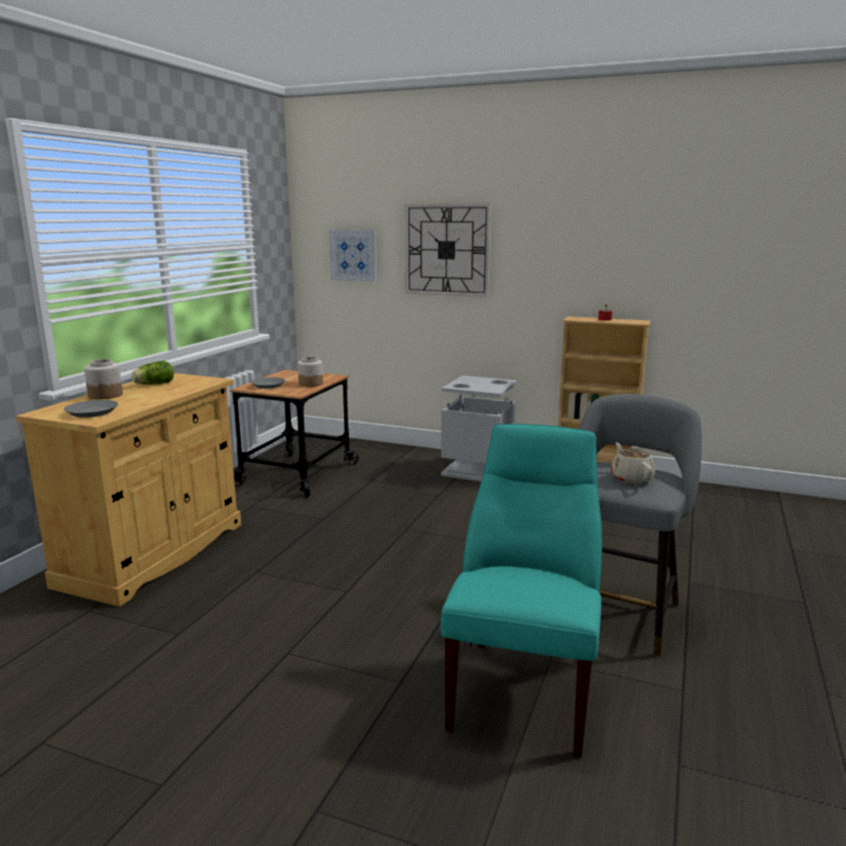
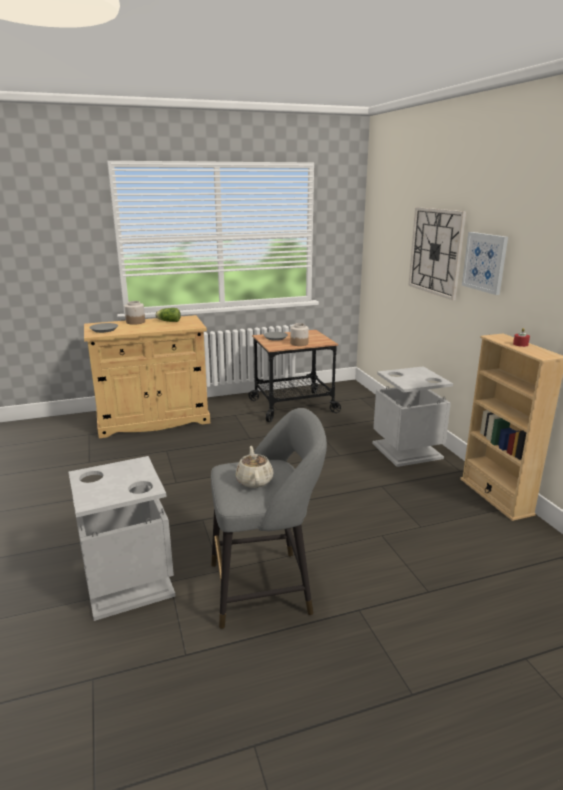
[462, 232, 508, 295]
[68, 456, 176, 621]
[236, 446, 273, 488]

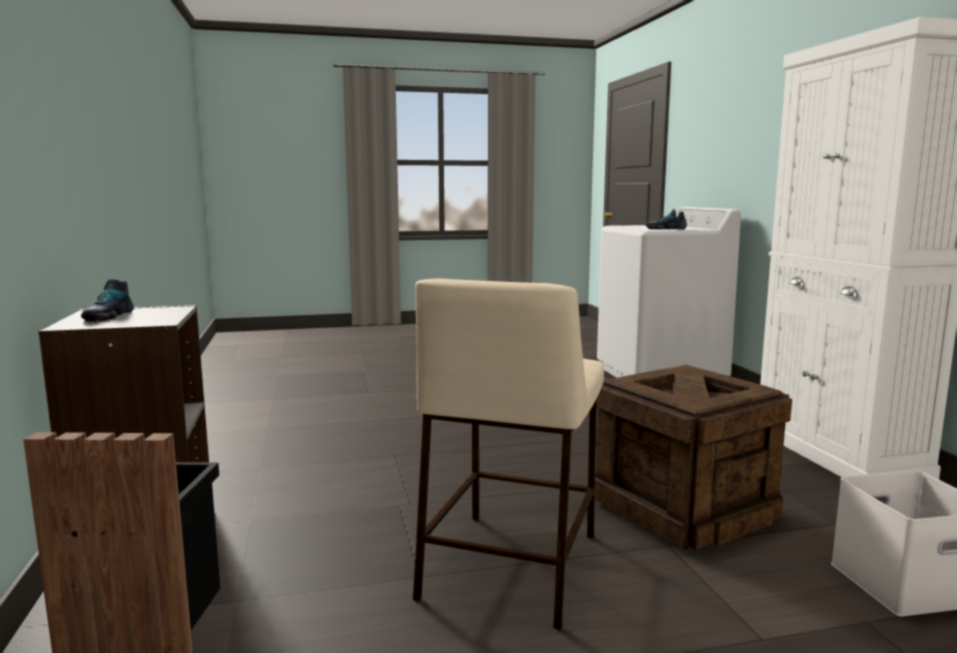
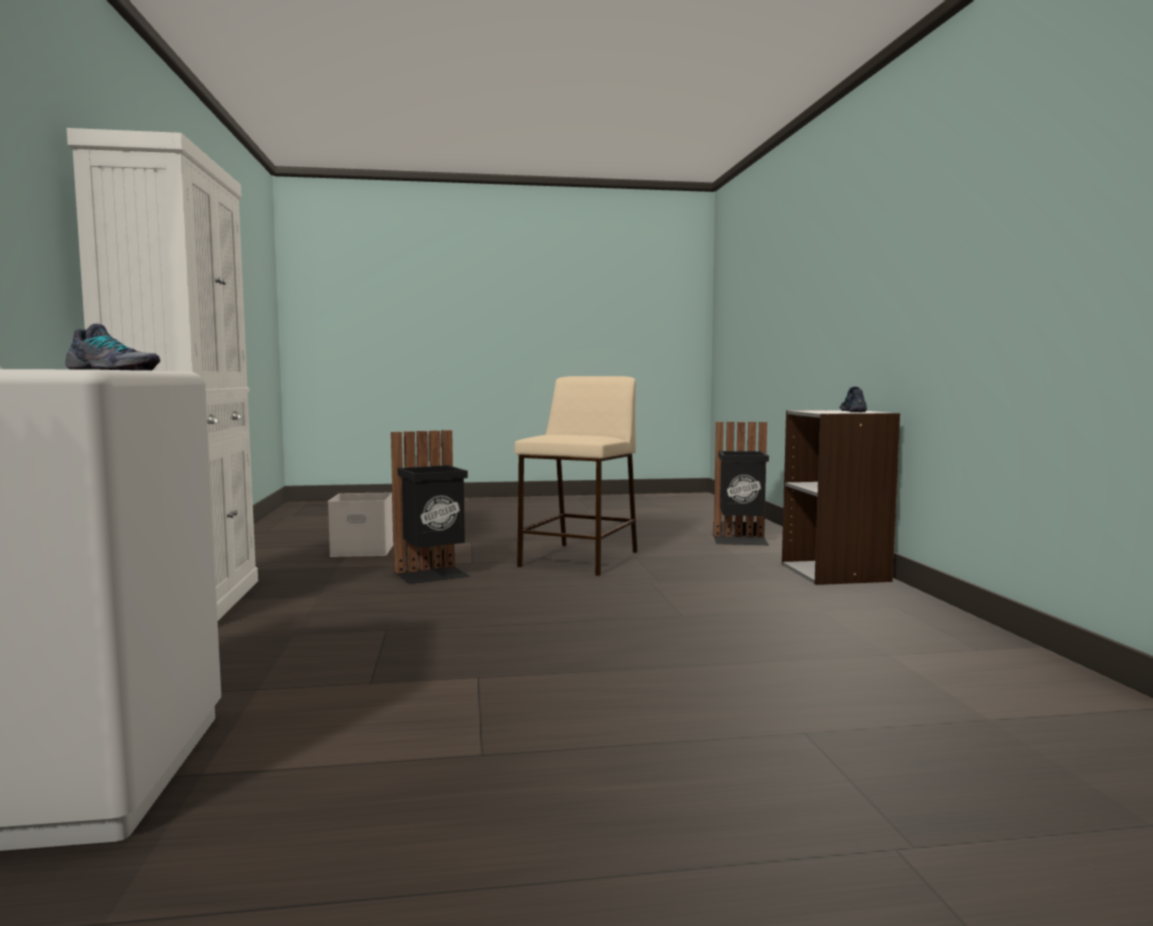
[391, 430, 470, 584]

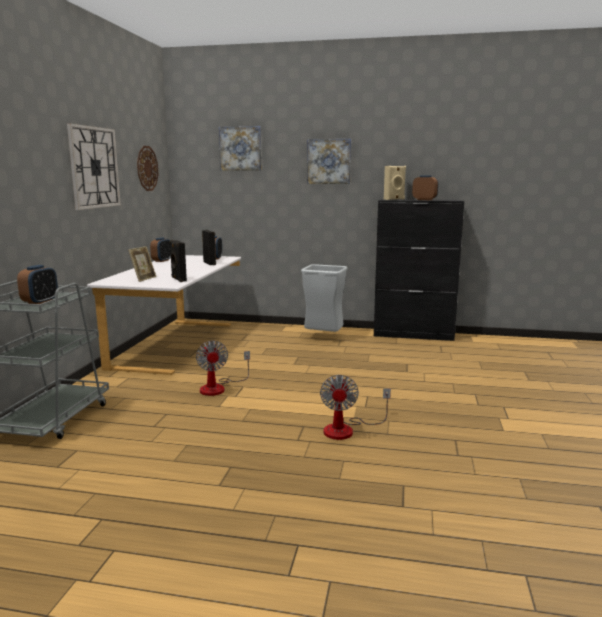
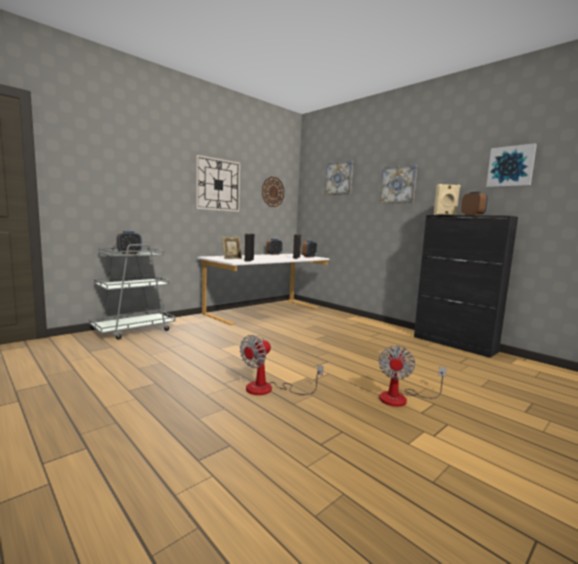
[301, 264, 347, 332] (first image)
[486, 143, 537, 187]
[378, 345, 447, 407]

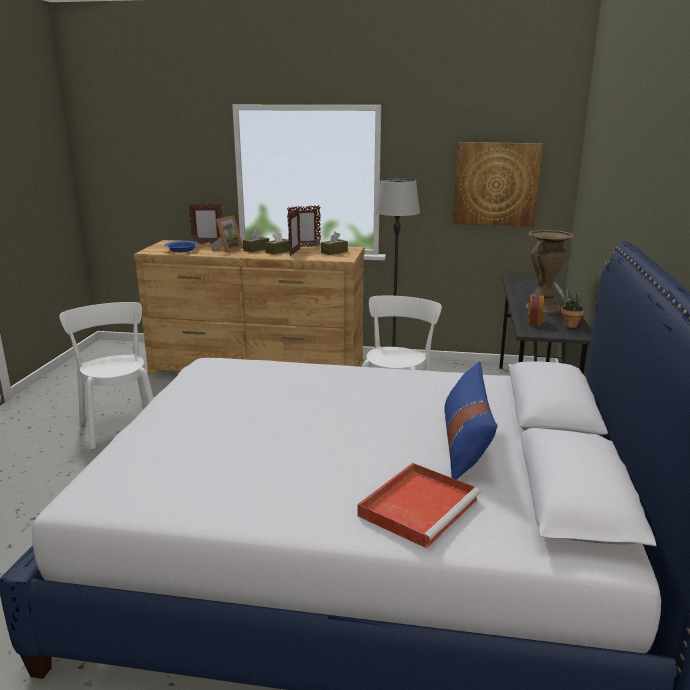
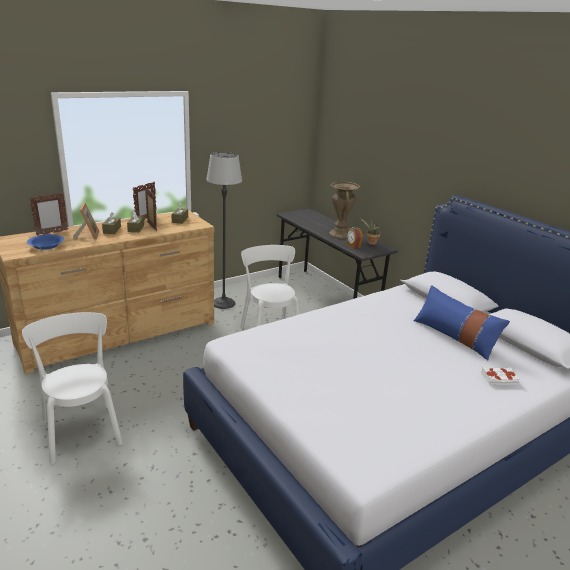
[453, 142, 543, 227] (first image)
[481, 368, 520, 385]
[22, 312, 123, 464]

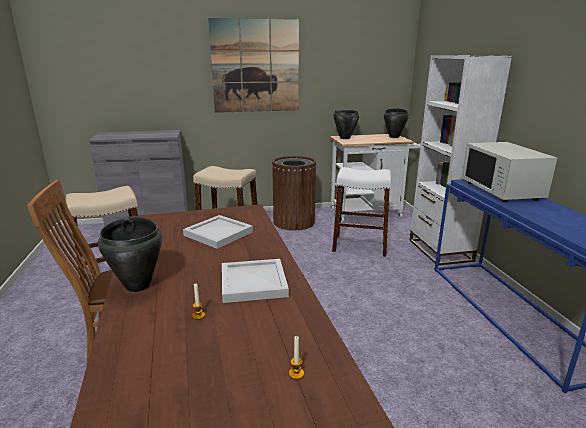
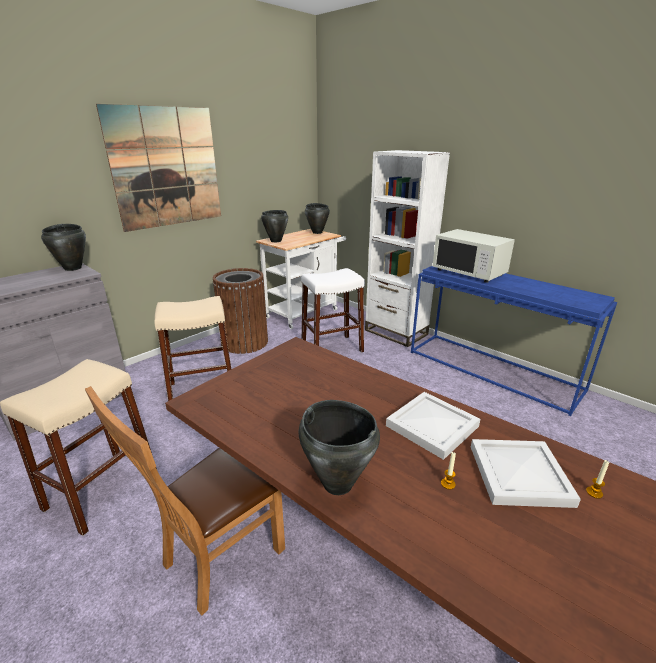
[41, 224, 86, 271]
[471, 439, 581, 508]

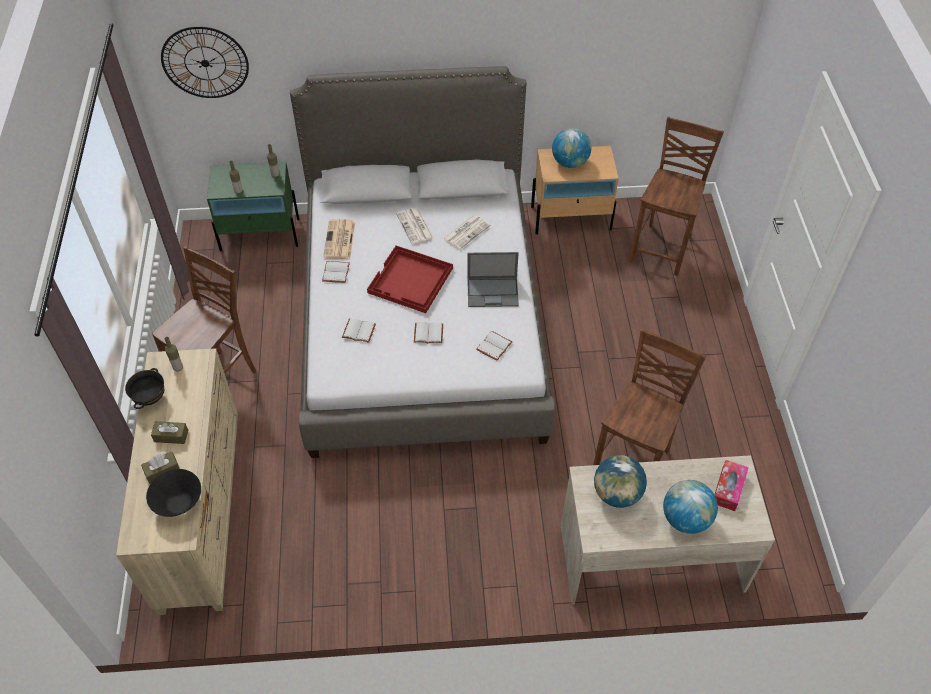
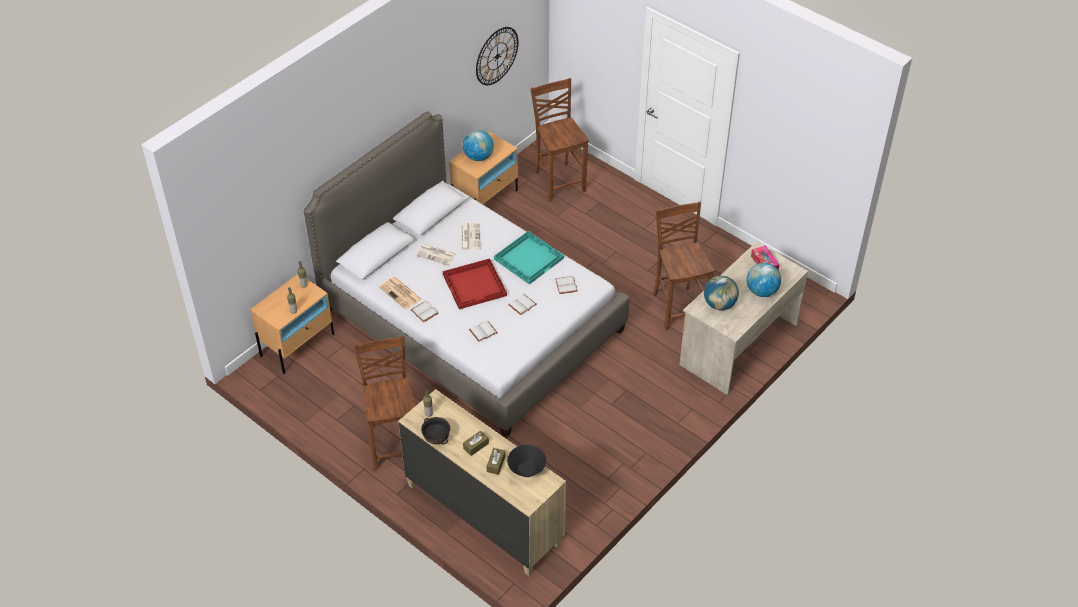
[476, 27, 519, 85]
[494, 231, 564, 285]
[250, 274, 334, 374]

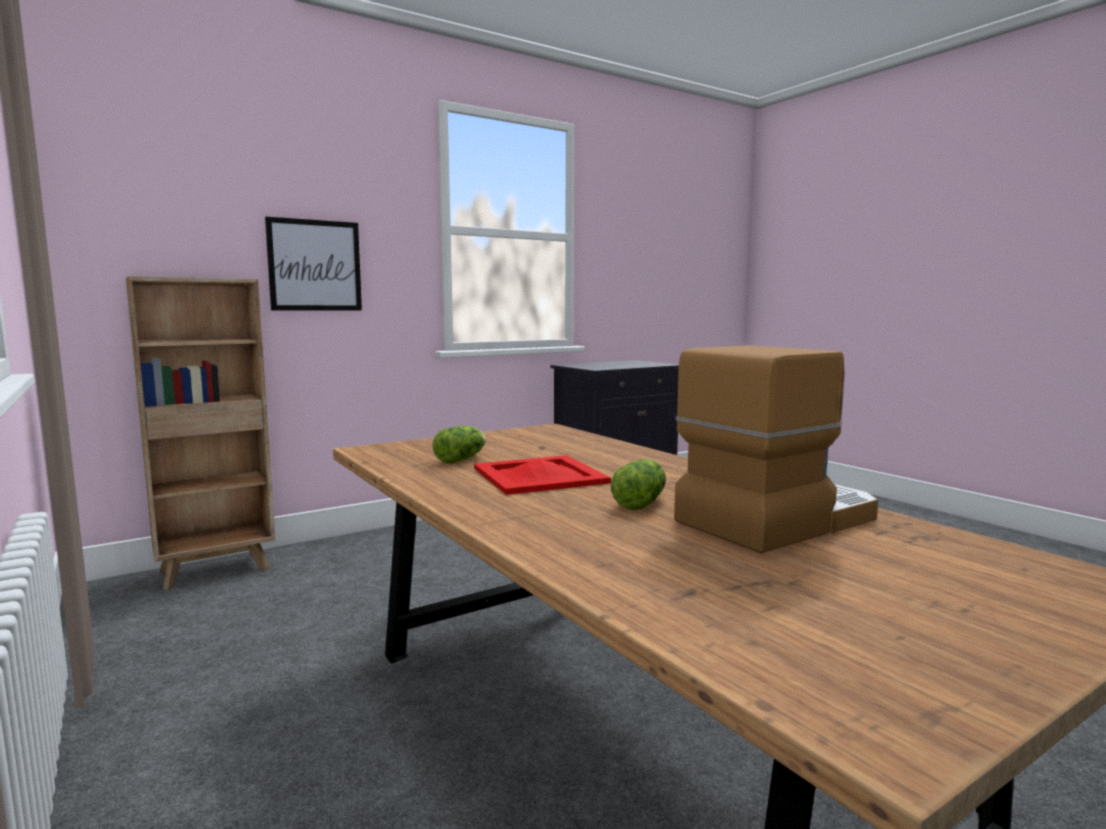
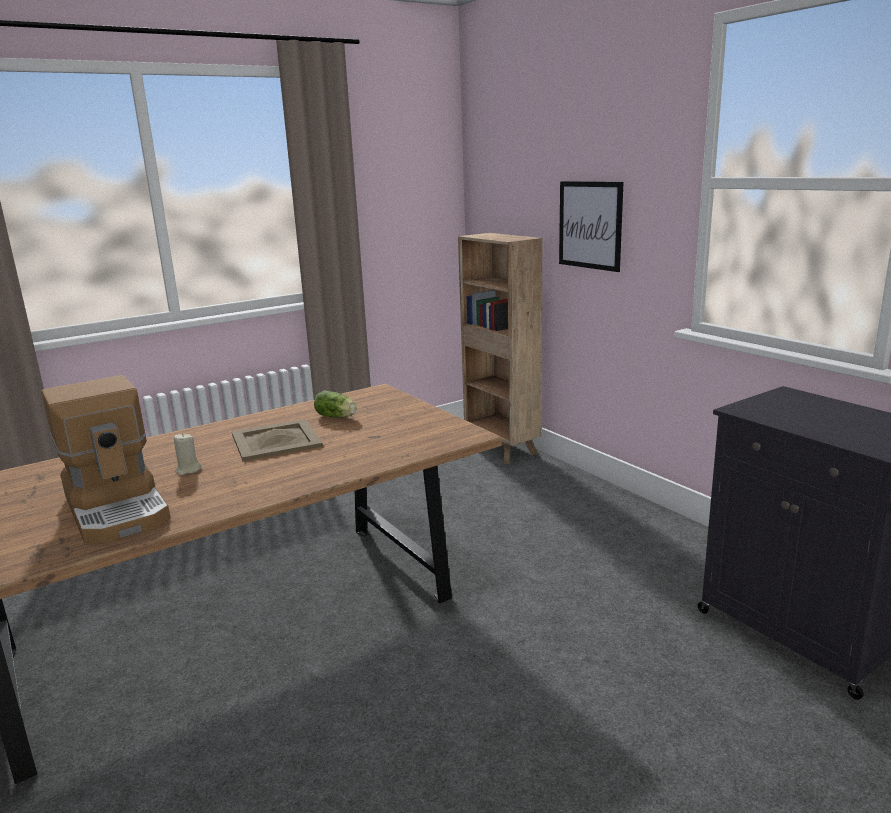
[174, 433, 201, 475]
[232, 419, 323, 461]

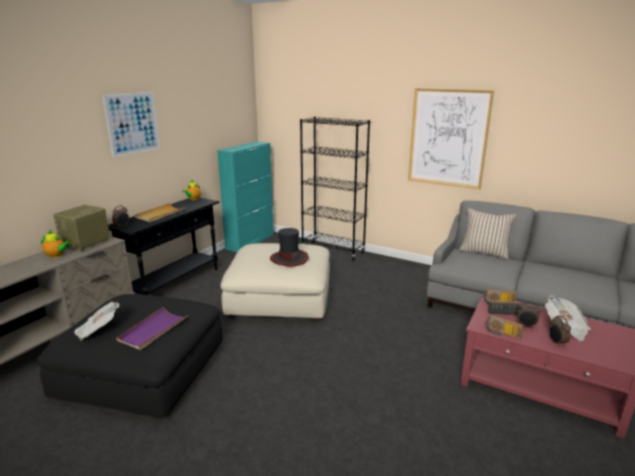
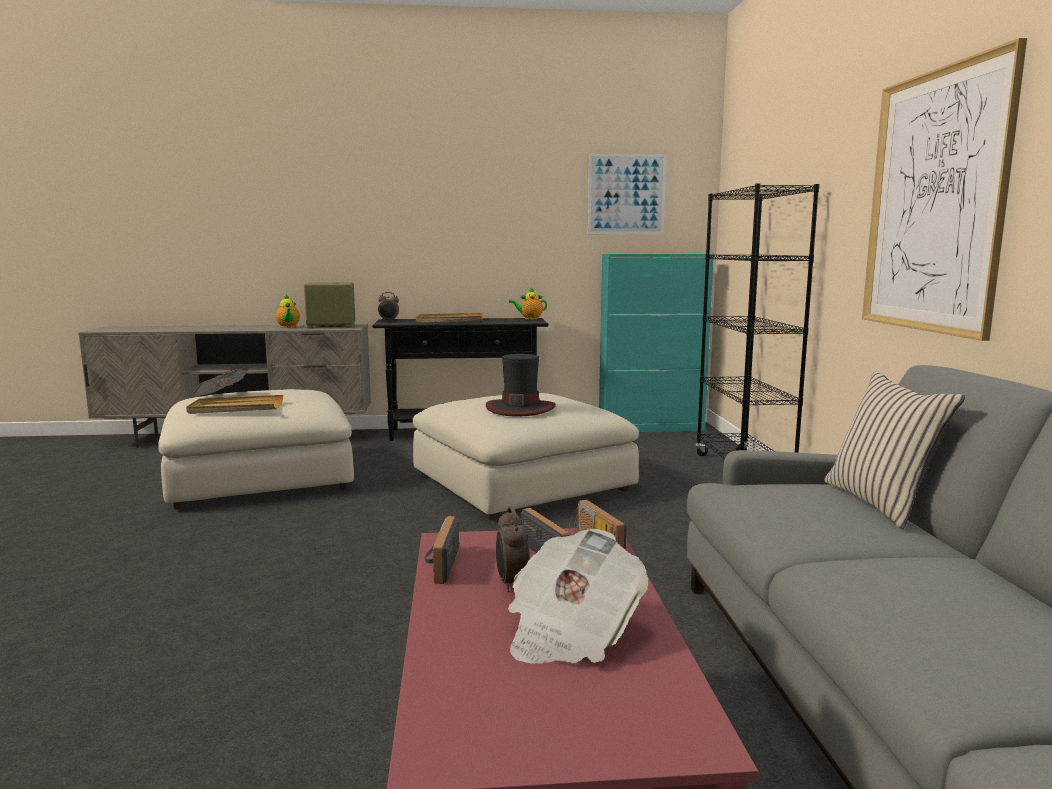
[549, 316, 571, 347] (first image)
[588, 154, 666, 234]
[158, 389, 354, 509]
[186, 395, 283, 414]

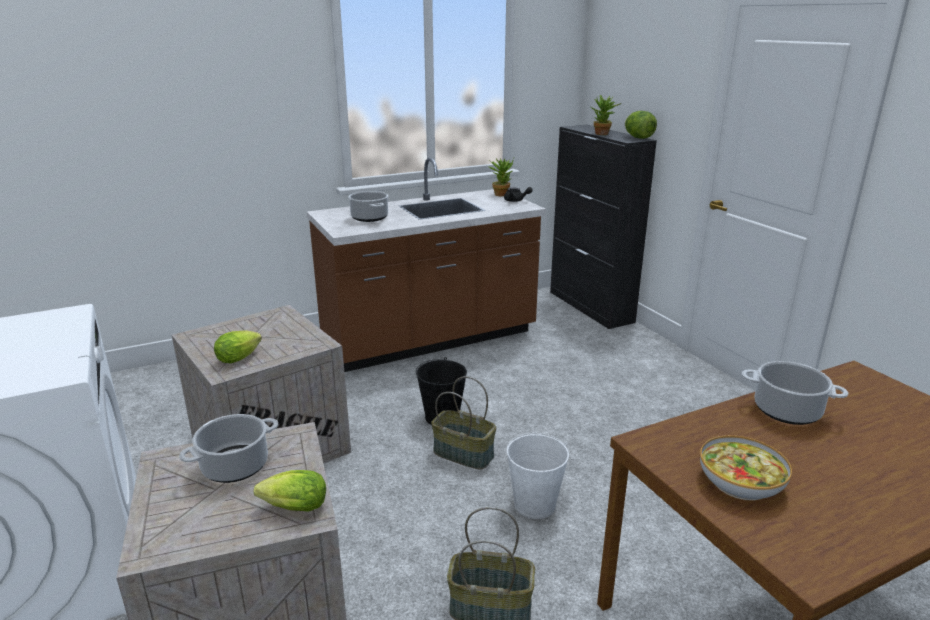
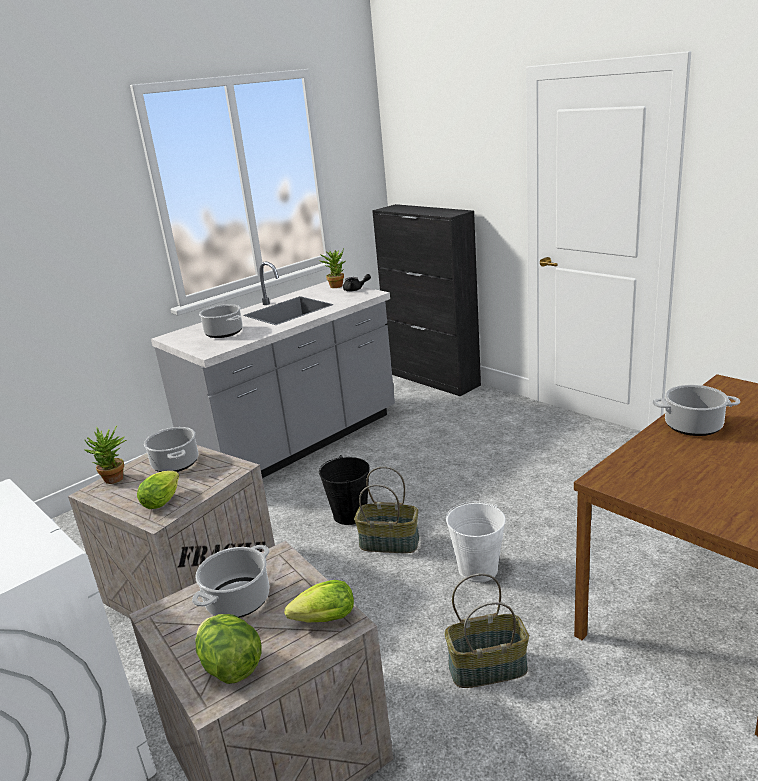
[700, 435, 792, 501] (first image)
[144, 427, 198, 472]
[84, 425, 126, 484]
[195, 614, 261, 684]
[151, 261, 395, 478]

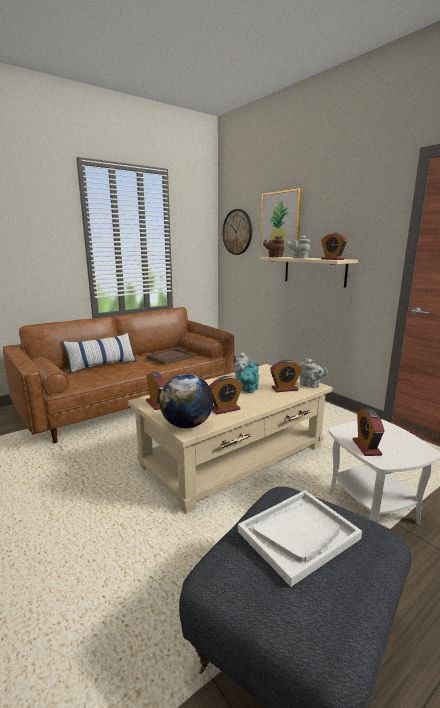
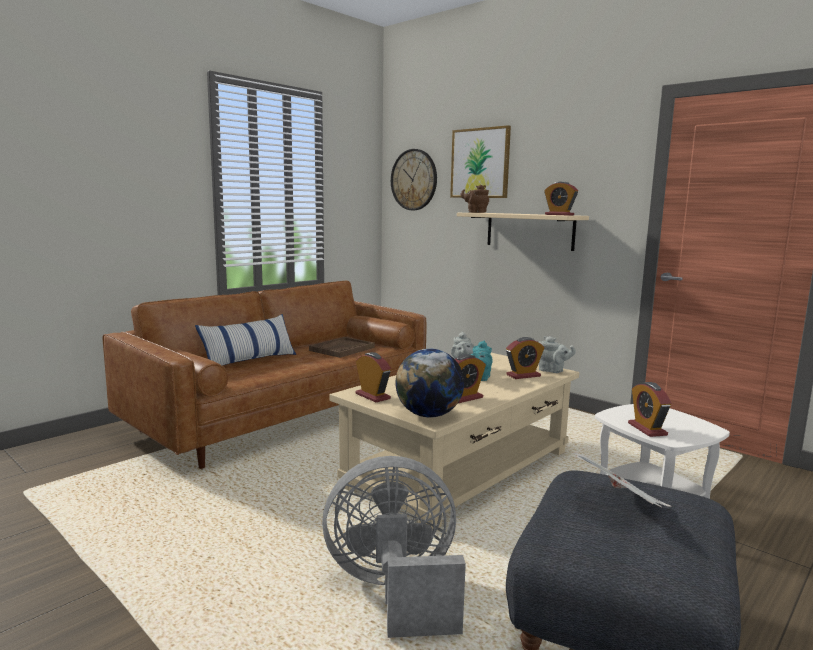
[287, 235, 310, 259] (first image)
[322, 456, 466, 638]
[573, 453, 670, 507]

